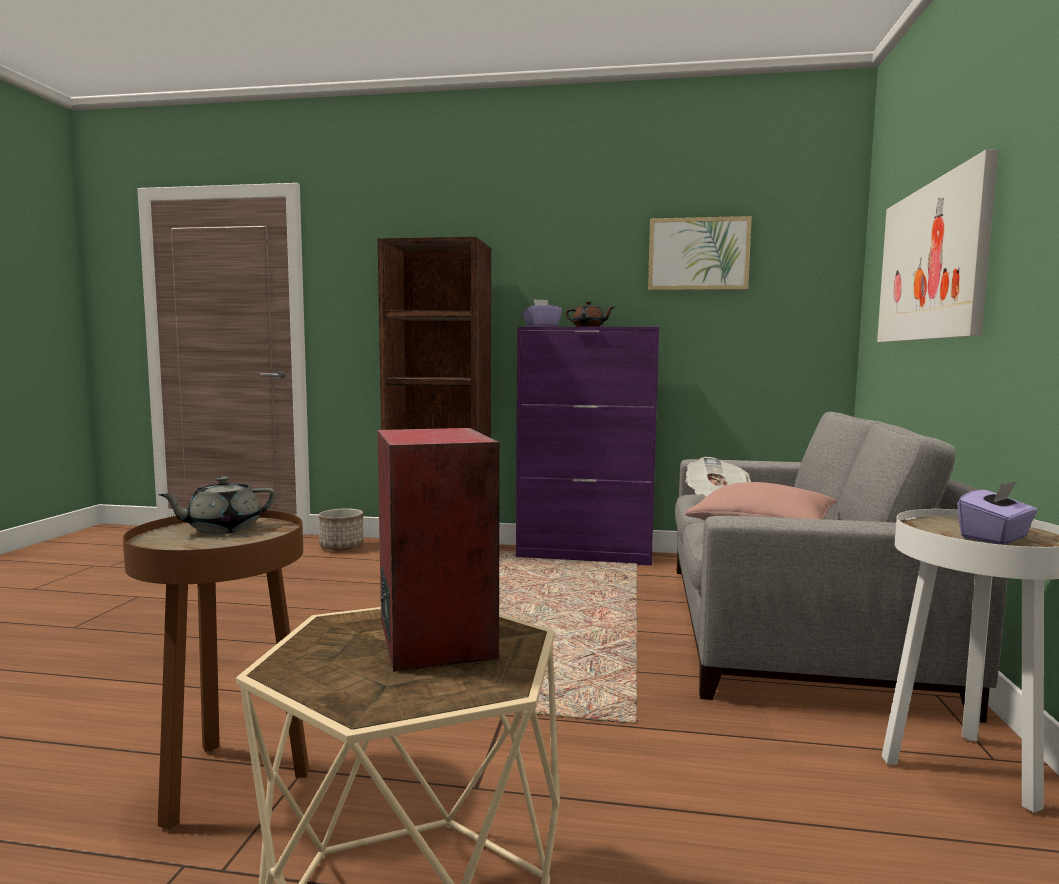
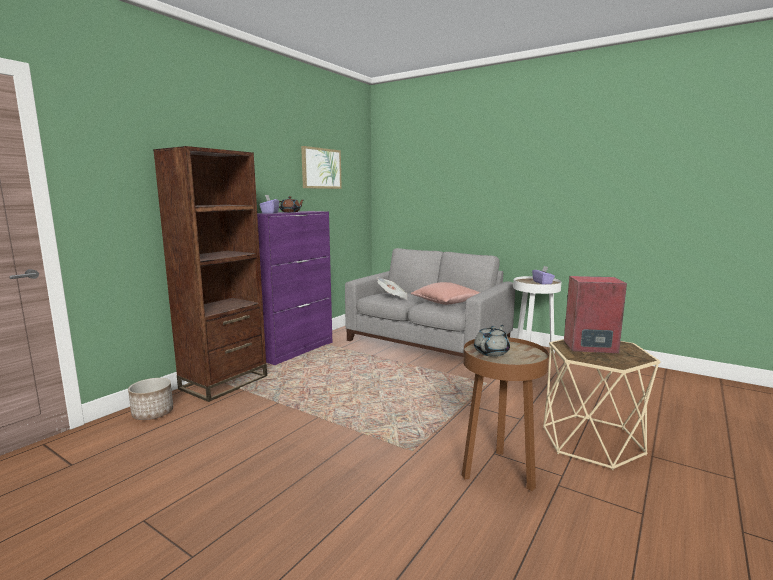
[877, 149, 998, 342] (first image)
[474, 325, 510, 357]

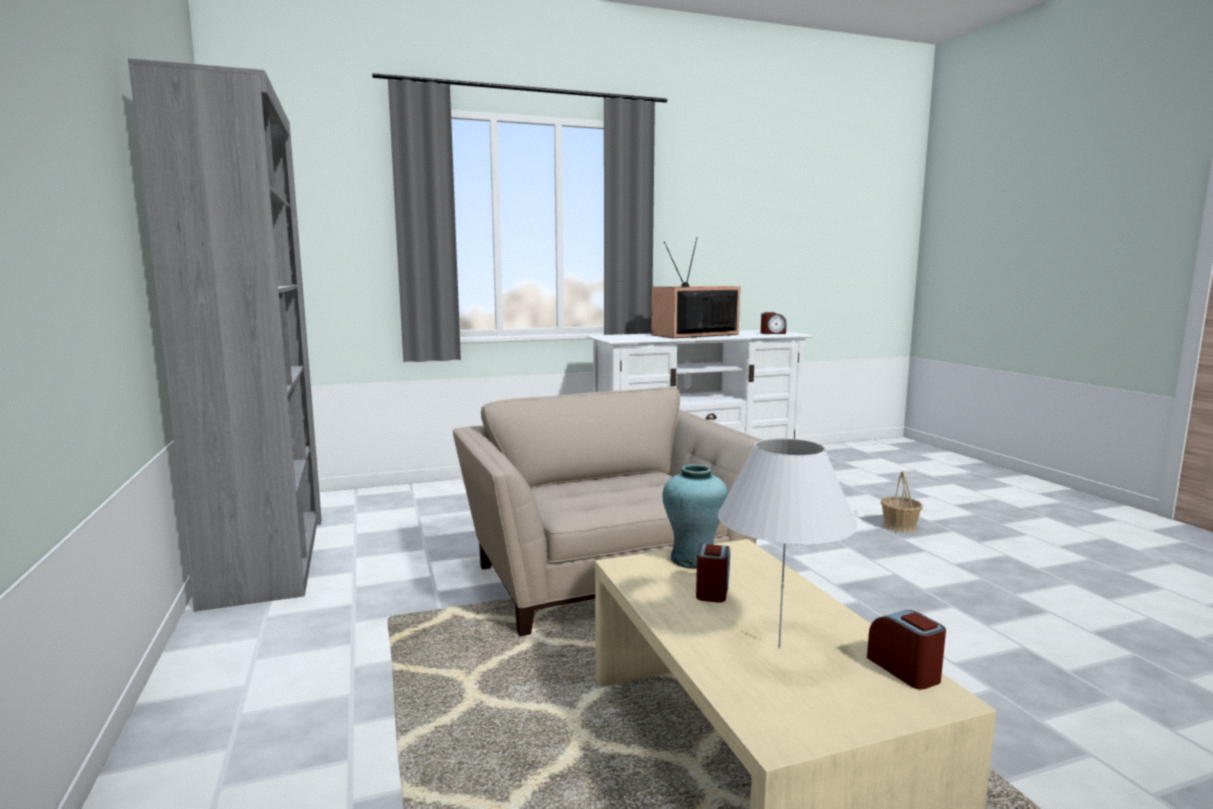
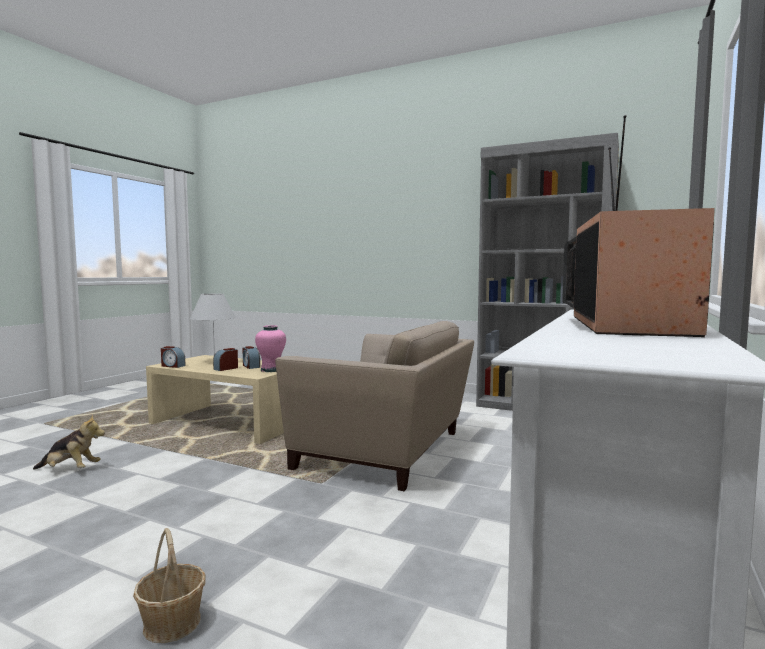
[33, 414, 105, 469]
[213, 348, 238, 371]
[255, 325, 286, 372]

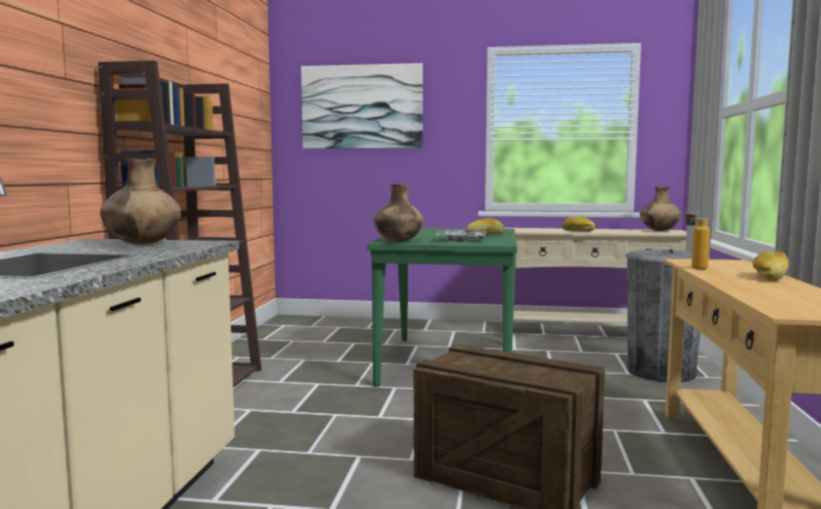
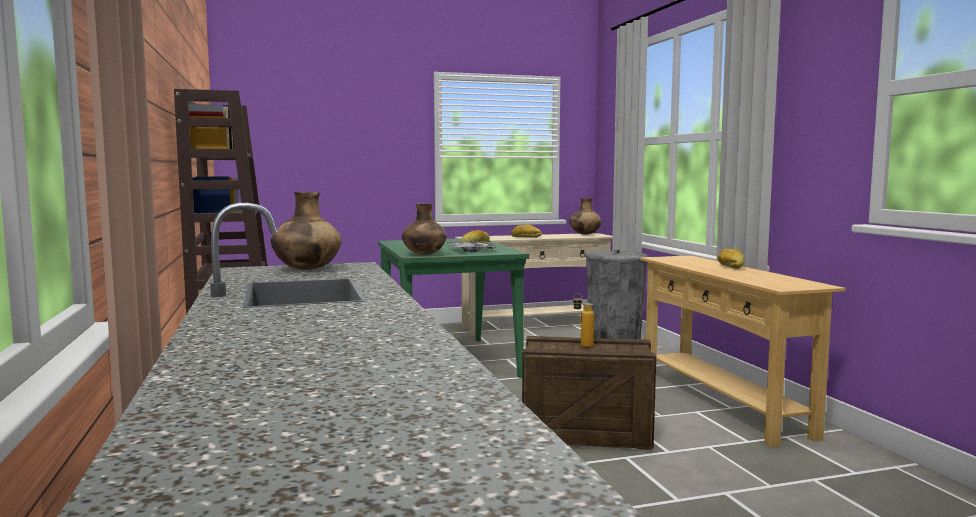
[301, 63, 423, 149] (first image)
[573, 293, 594, 347]

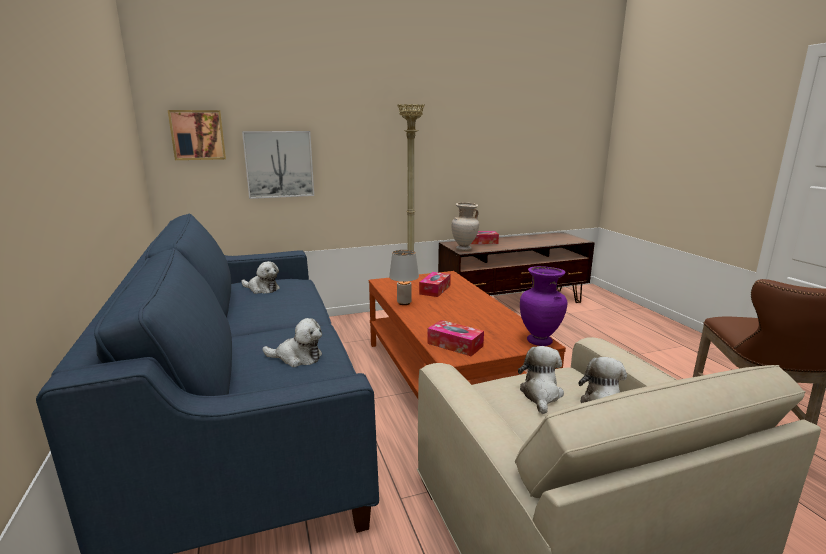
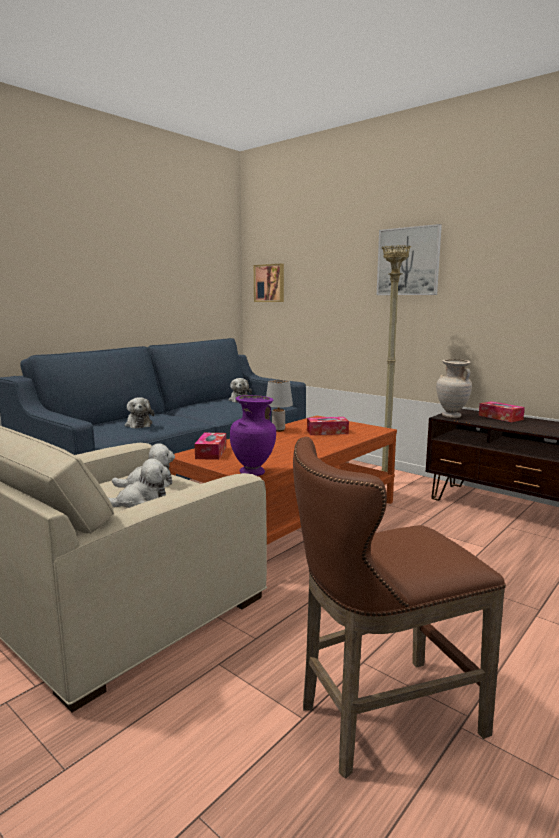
[377, 224, 442, 295]

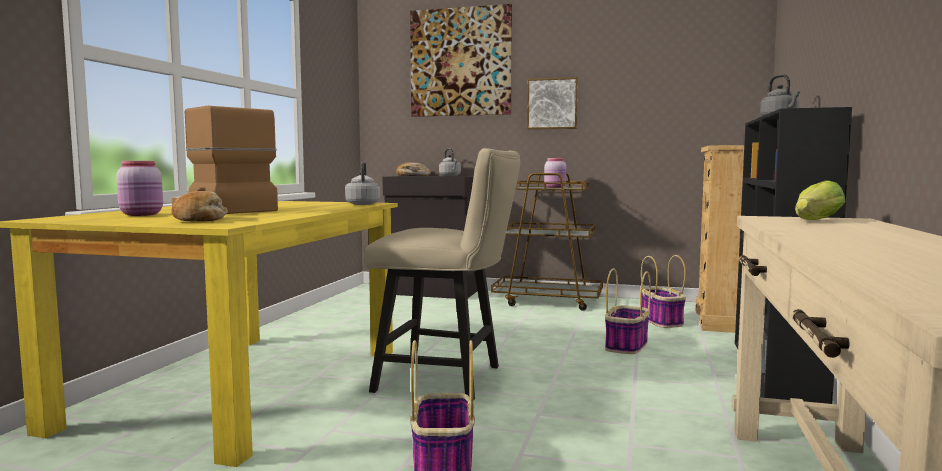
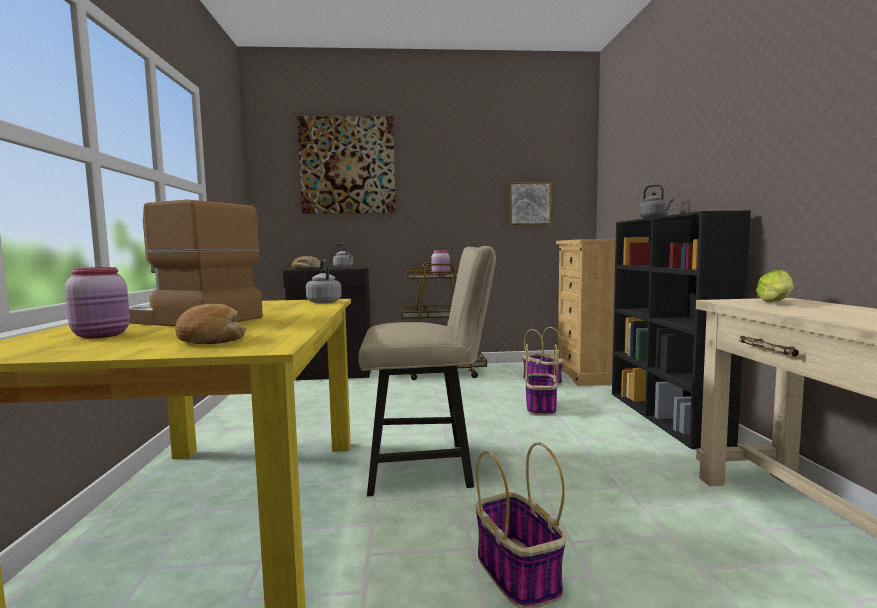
[509, 182, 552, 225]

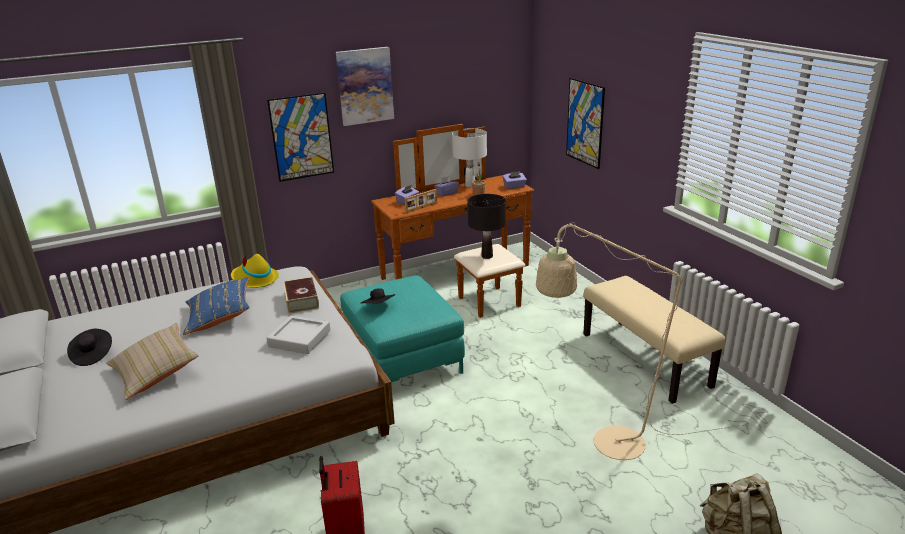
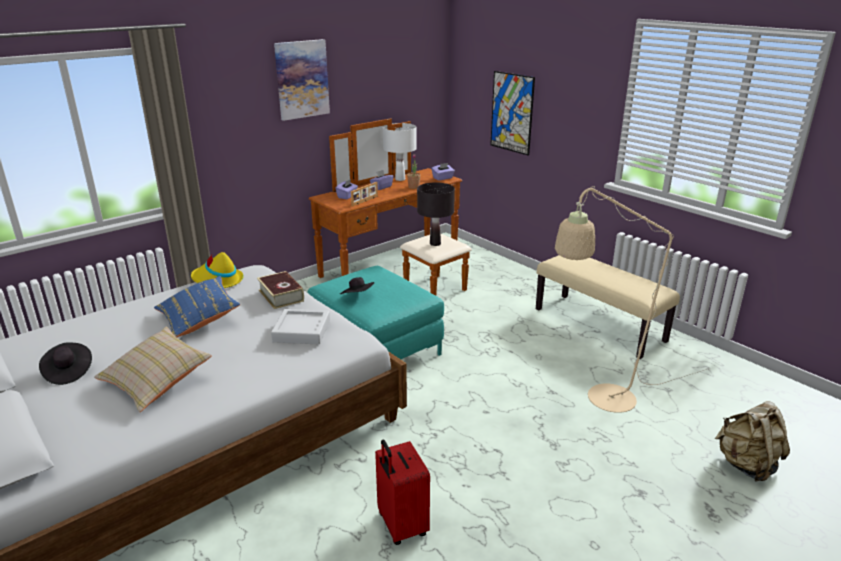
[267, 93, 334, 182] (first image)

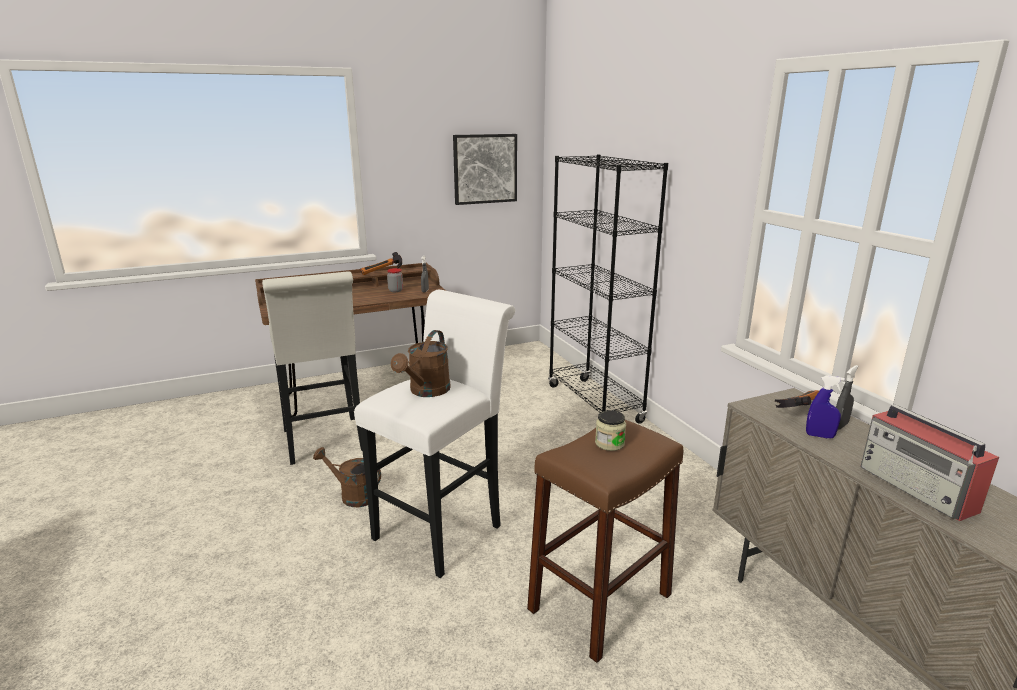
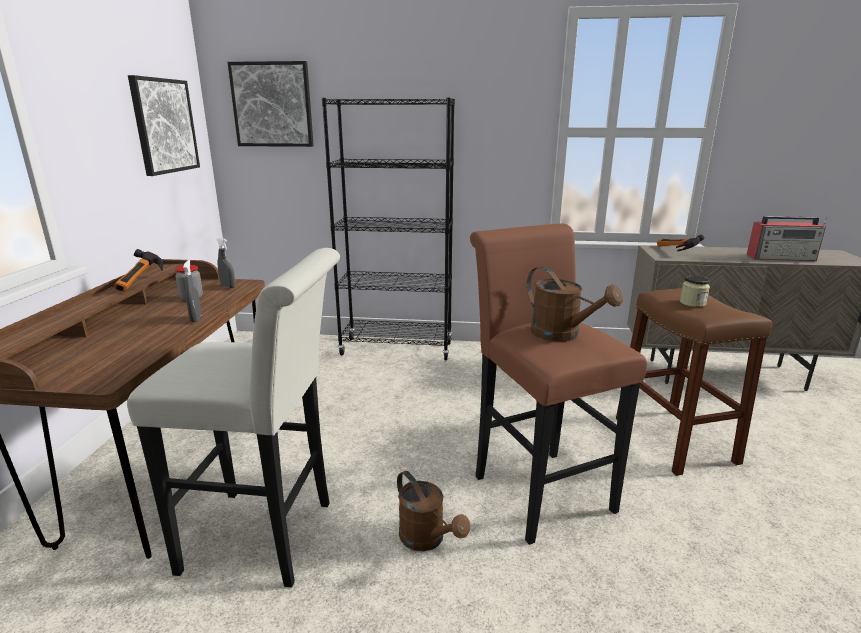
[806, 375, 845, 439] (first image)
[228, 61, 314, 147]
[183, 260, 202, 322]
[470, 223, 647, 545]
[397, 471, 470, 551]

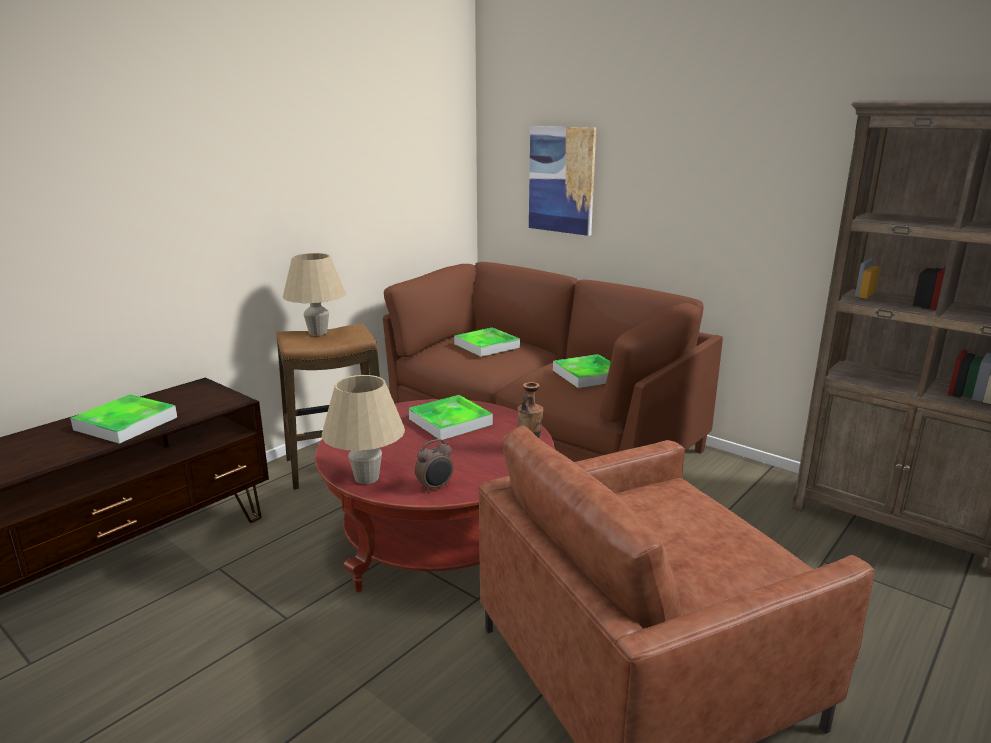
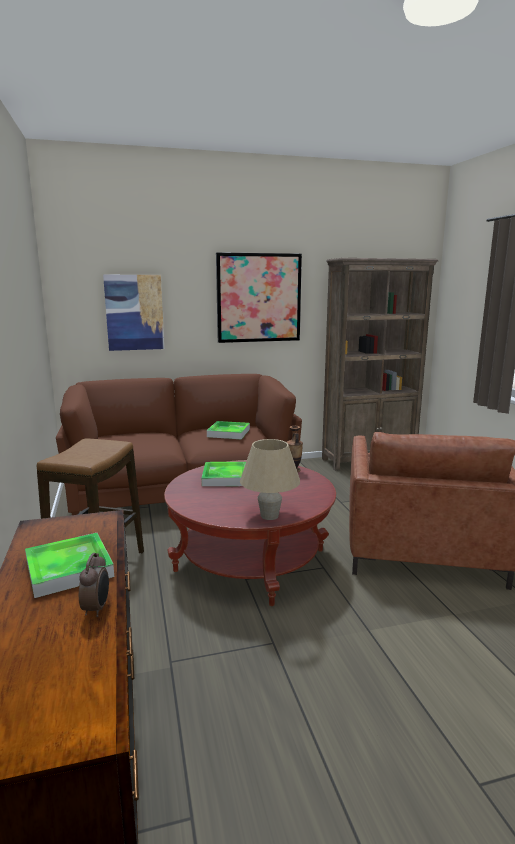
[283, 253, 346, 335] (first image)
[454, 327, 520, 357] (first image)
[216, 252, 302, 343]
[79, 553, 109, 617]

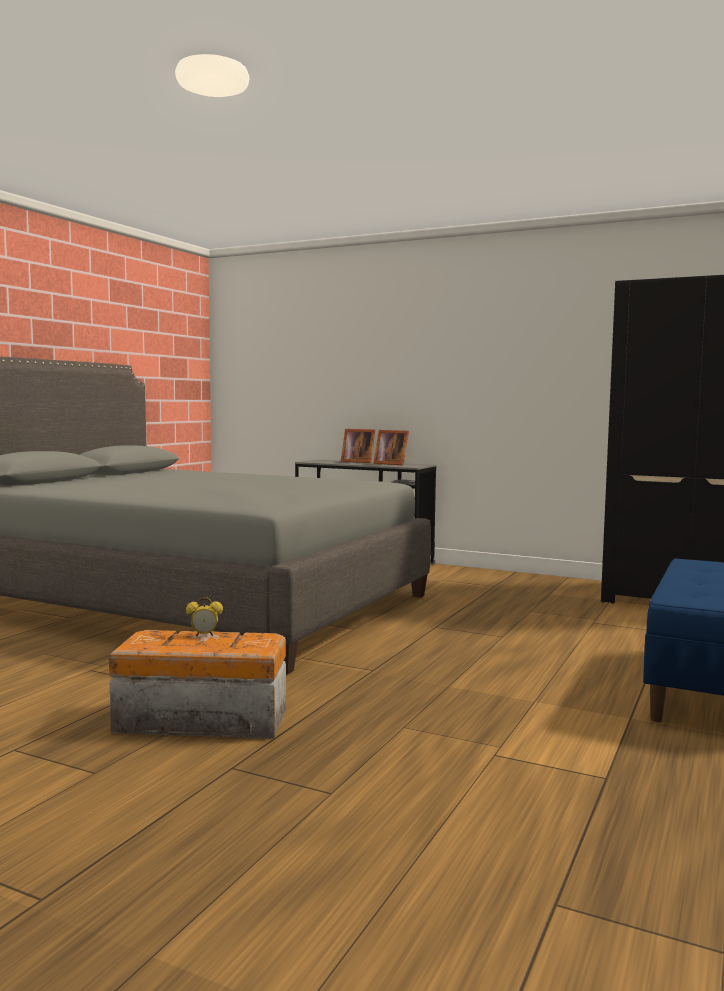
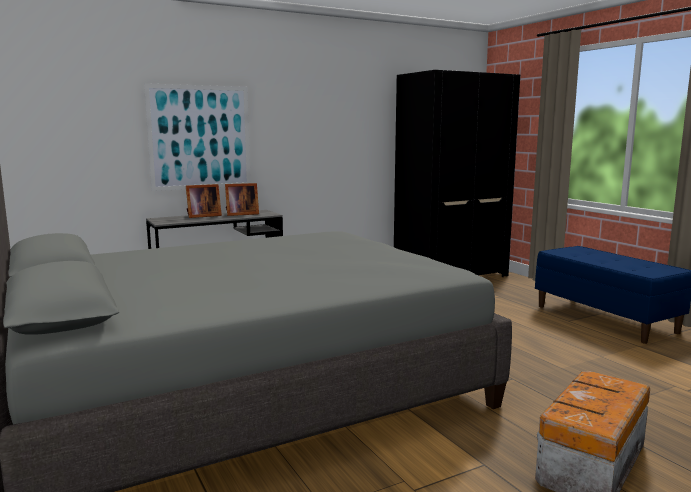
[186, 597, 223, 637] (first image)
[144, 83, 251, 191]

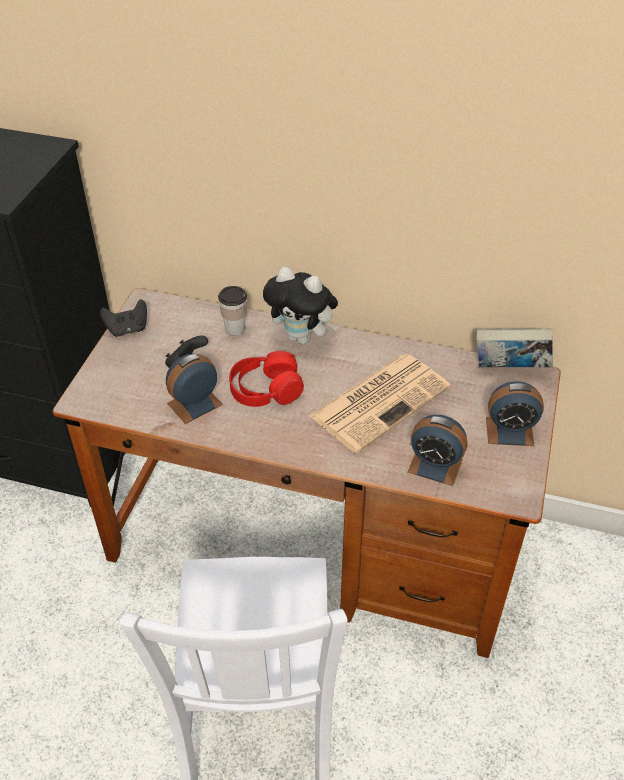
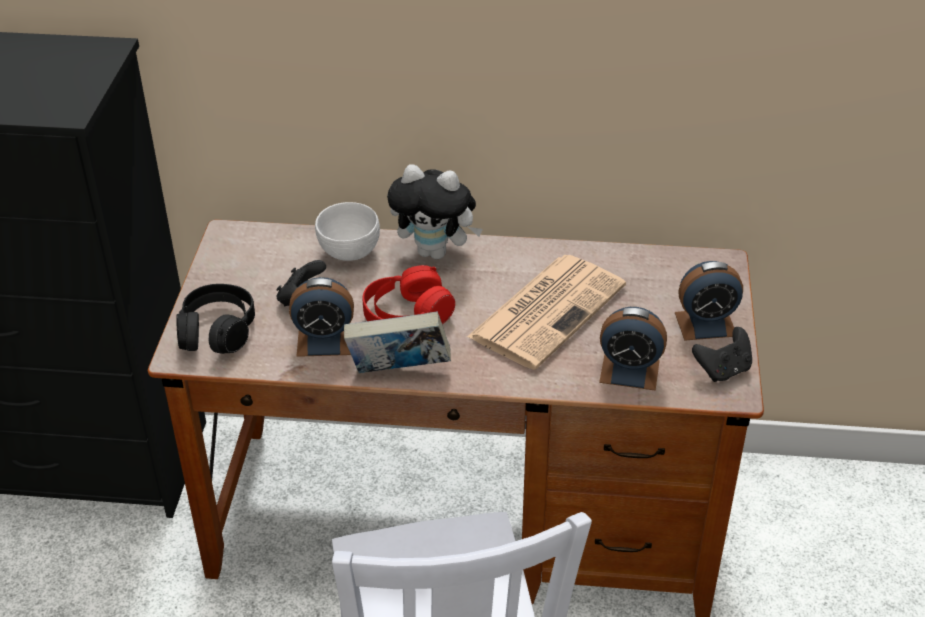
[176, 284, 255, 354]
[692, 327, 752, 382]
[344, 311, 451, 373]
[315, 202, 380, 261]
[289, 277, 354, 357]

